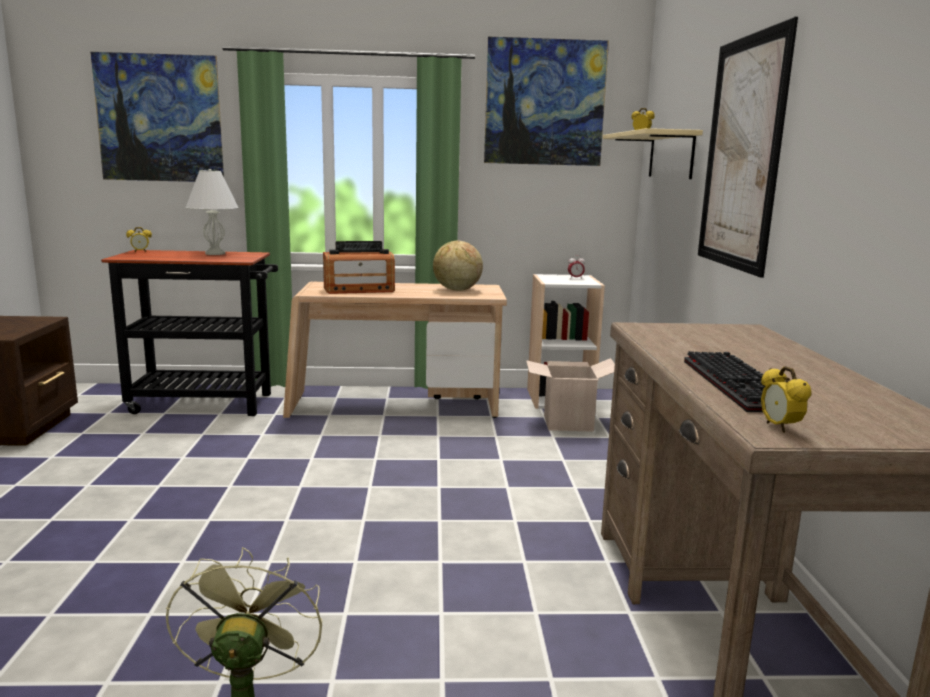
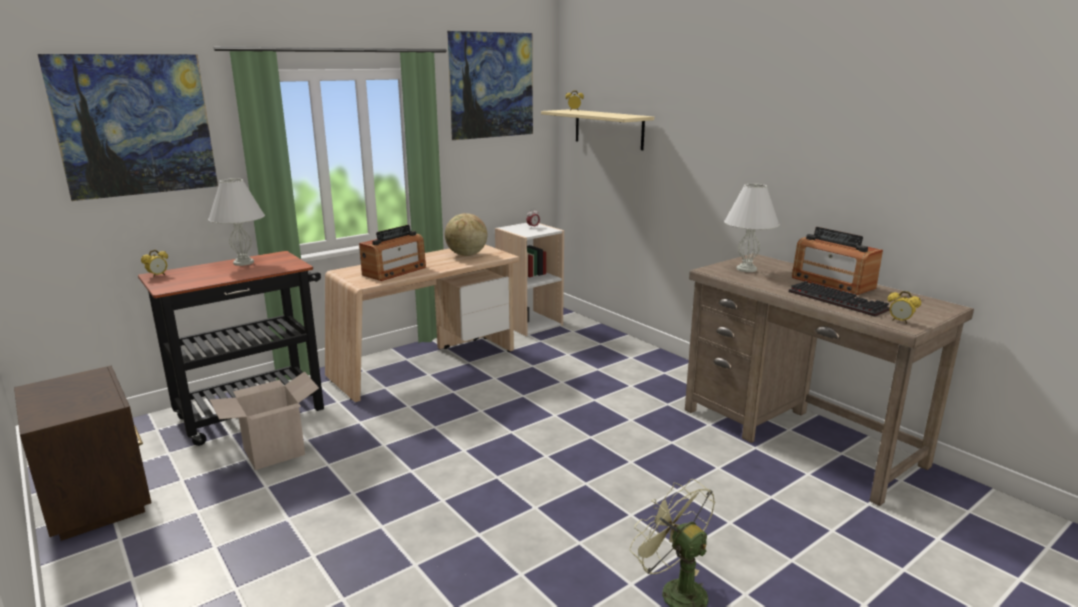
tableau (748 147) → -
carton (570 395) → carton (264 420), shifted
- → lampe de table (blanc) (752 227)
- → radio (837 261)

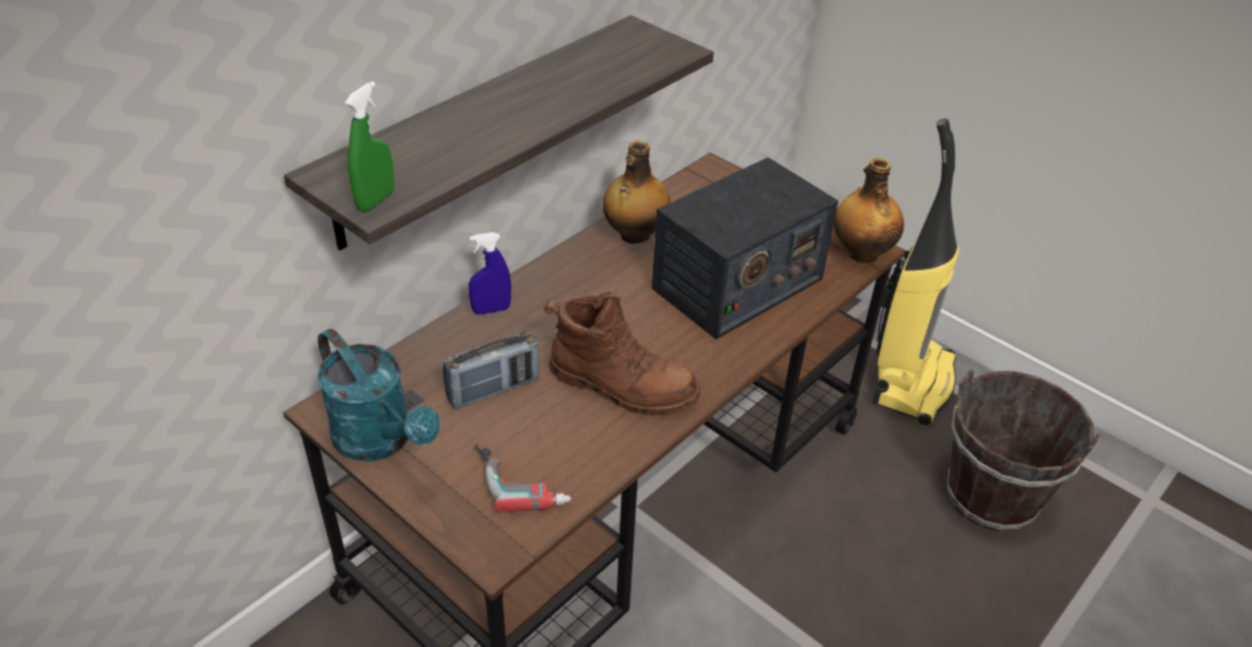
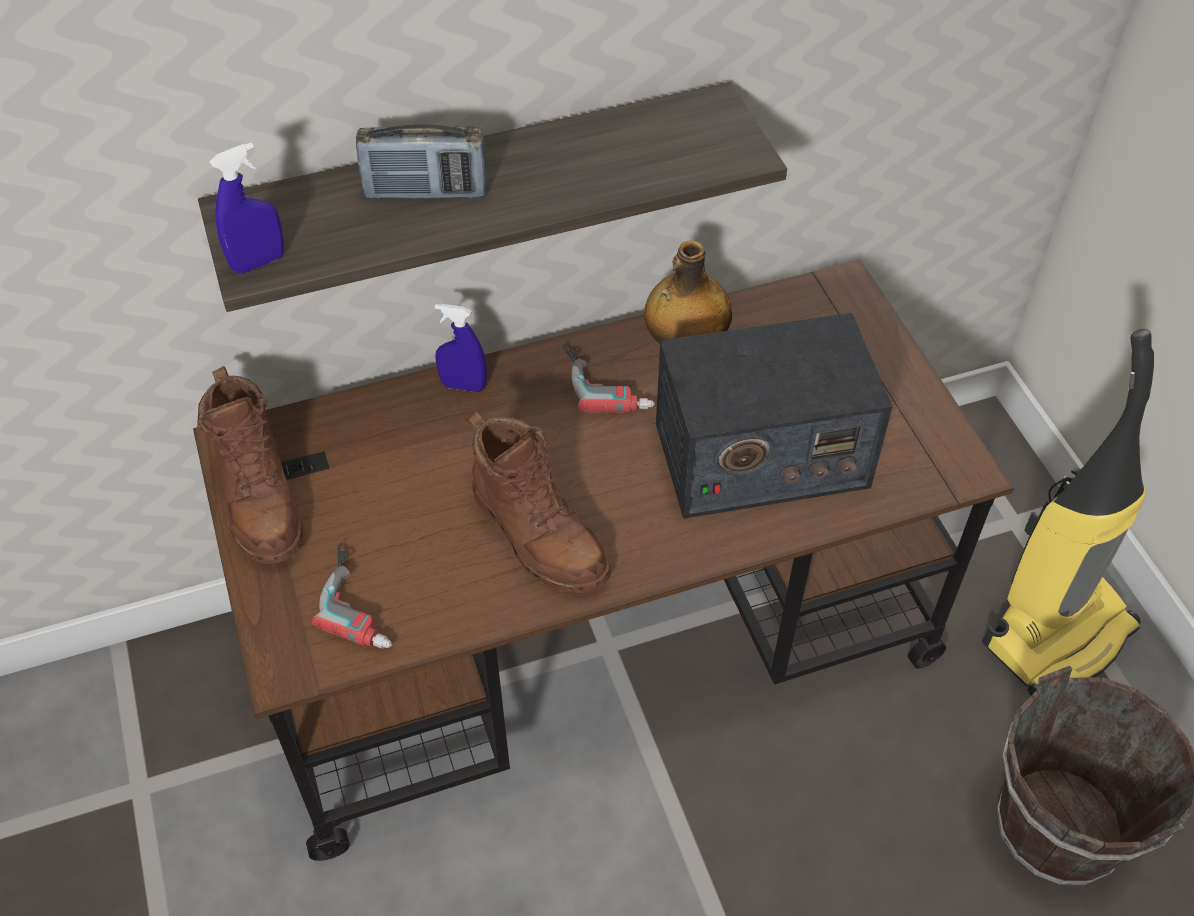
vaporisateur (vert) (369 146) → vaporisateur (bleu) (247 207)
bouteille (869 211) → -
arrosoir (turquoise) (378 395) → botte (marron) (250 465)
radio (491 370) → radio (421 161), shifted
- → perceuse (609 378)

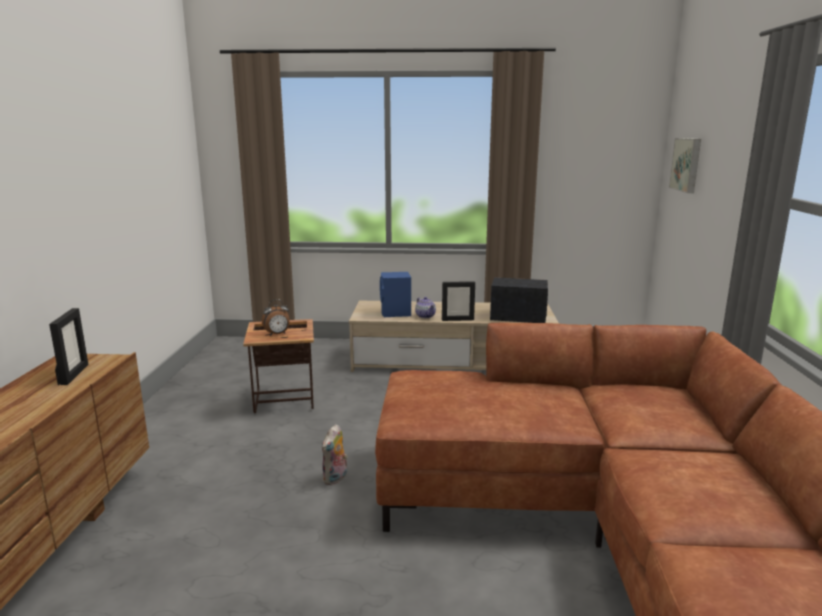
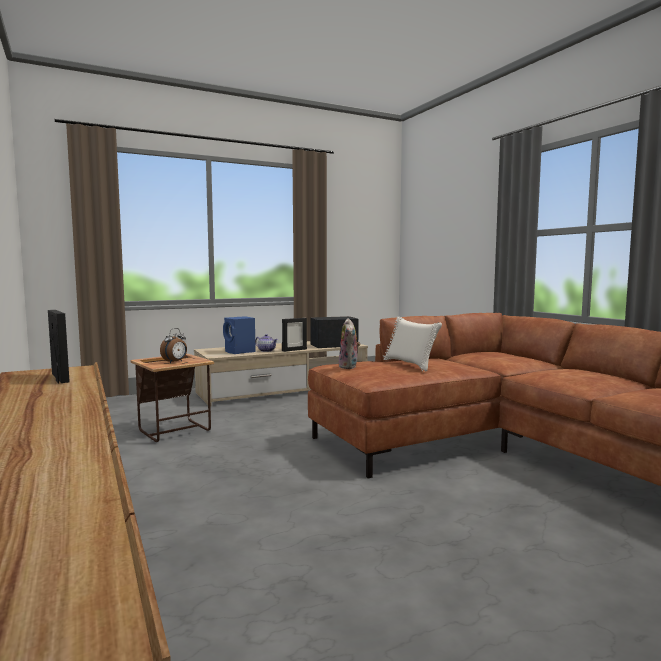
tableau (685 165) → -
peluche (335 454) → peluche (349 343), shifted
- → coussin (blanc) (412 343)

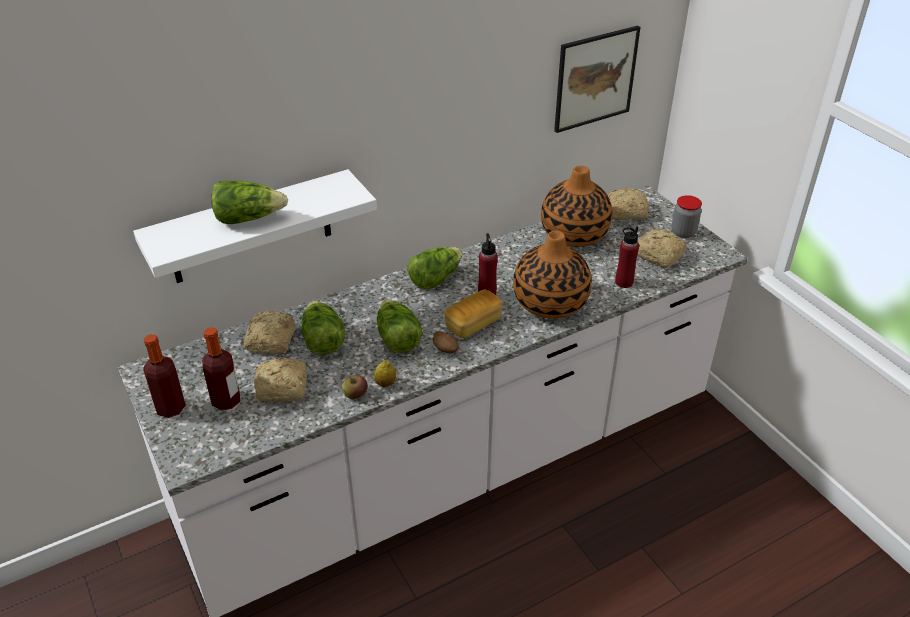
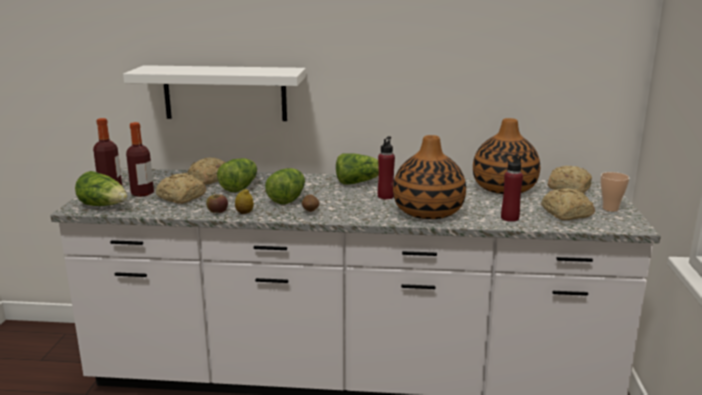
tableau (597 79) → -
laitue (249 202) → laitue (101 188), shifted
bocal (686 216) → tasse (615 191)
pain (473 313) → -

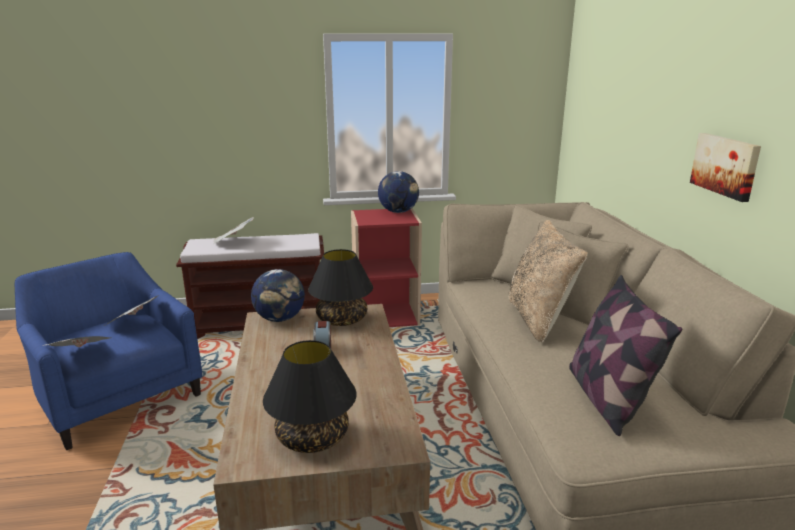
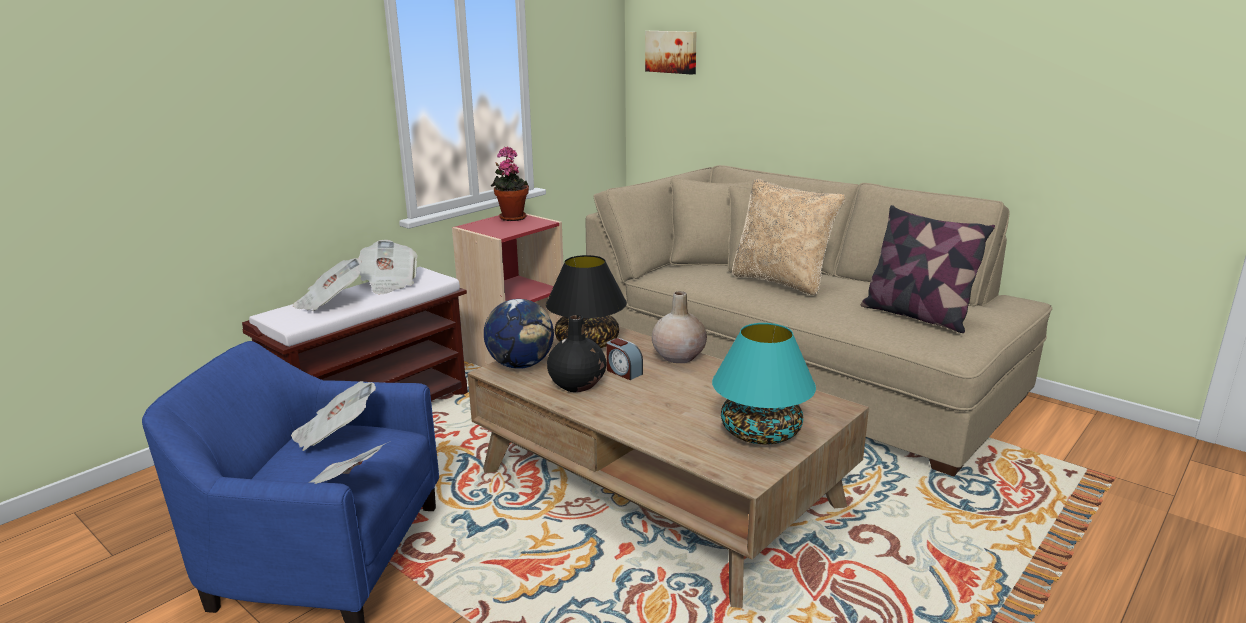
tableau (725 167) → tableau (671 53), shifted
globe (398 192) → plante en pot (510 183)
lampe de table (noir) (310 396) → lampe de table (turquoise) (764 383)
- → journal (388 267)
- → vase (beige) (679 327)
- → vase (noir) (576 353)

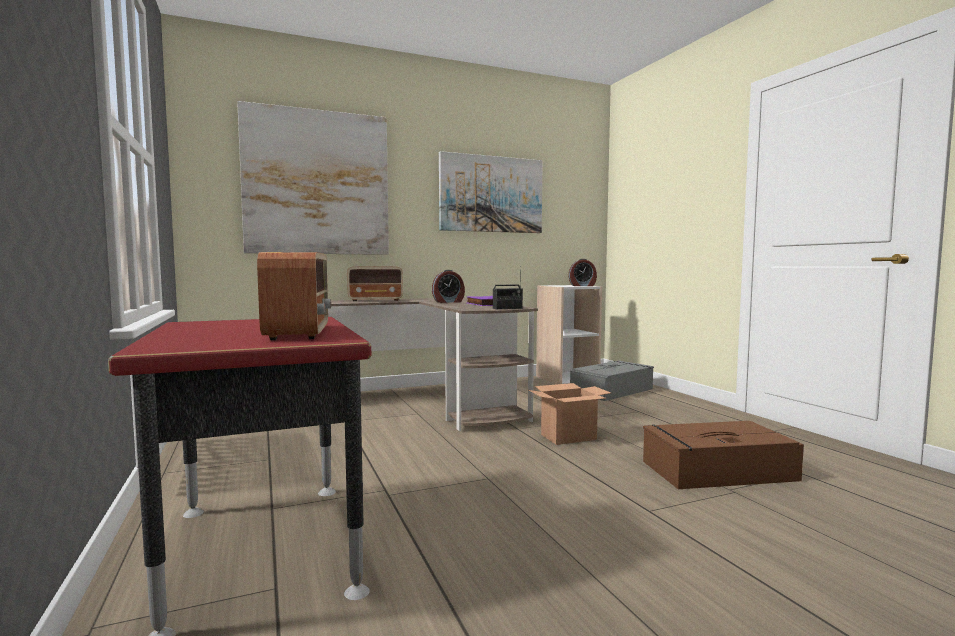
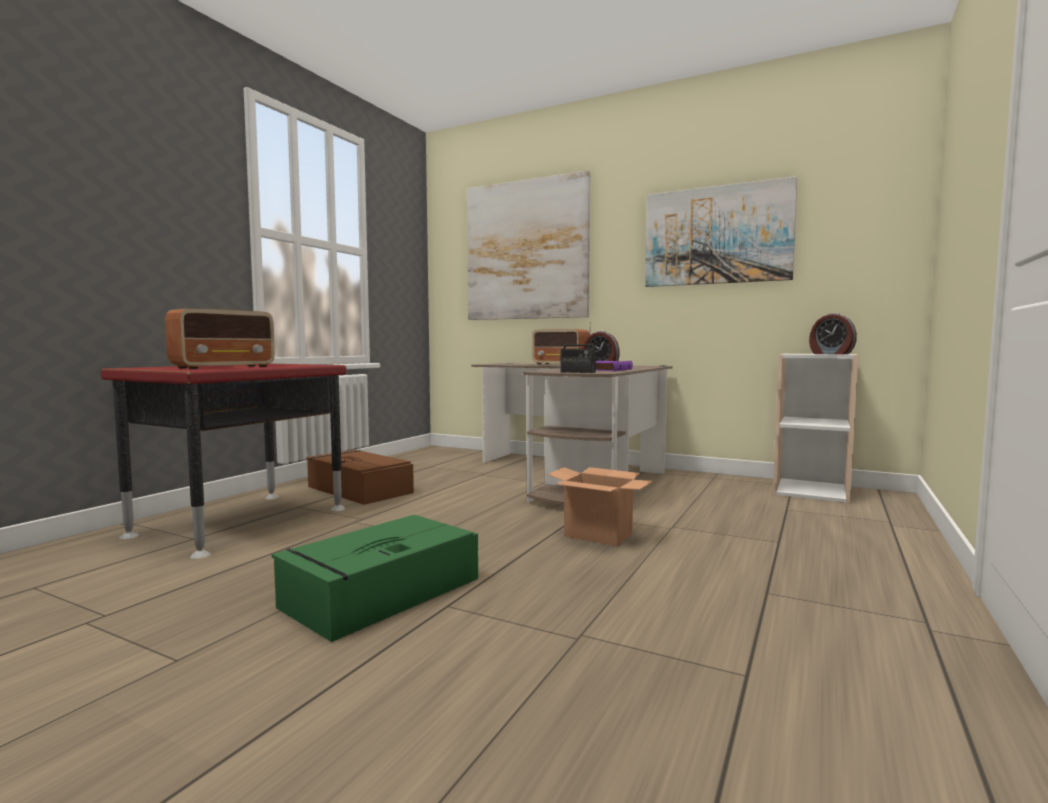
boîte de rangement (gris) (612 381) → -
boîte de rangement (marron) (723 455) → boîte de rangement (marron) (360 477), shifted
- → boîte de rangement (vert) (375 578)

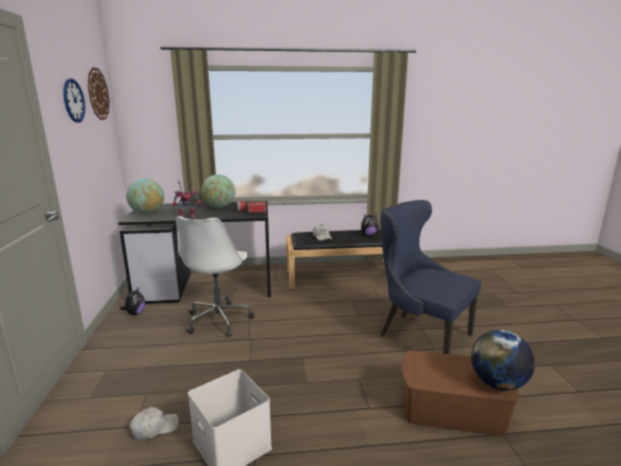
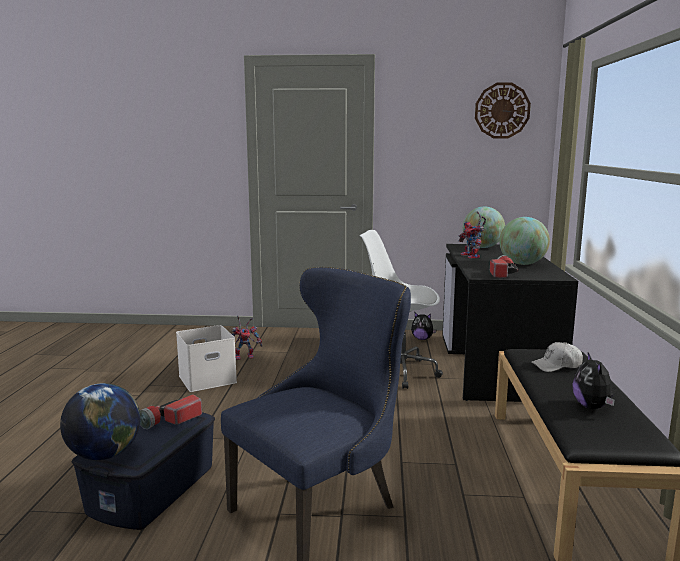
horloge murale (74 100) → -
boîte de rangement (marron) (460 393) → boîte de rangement (bleu) (143 471)
casquette (blanc) (154 423) → robot jouet (247 337)
- → lampe de poche (171 411)

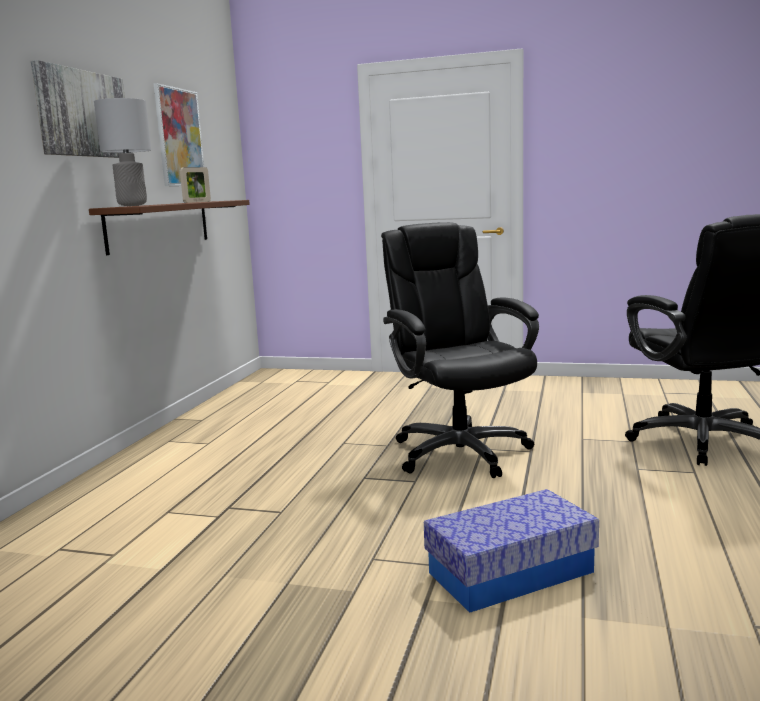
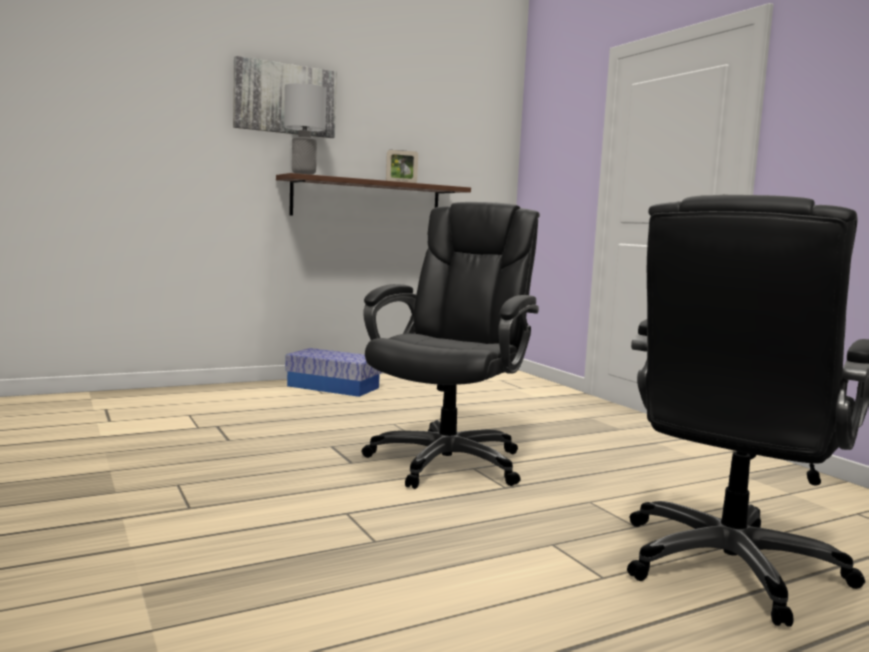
tableau (179 134) → -
boîte de rangement (511 551) → boîte de rangement (333 372), shifted

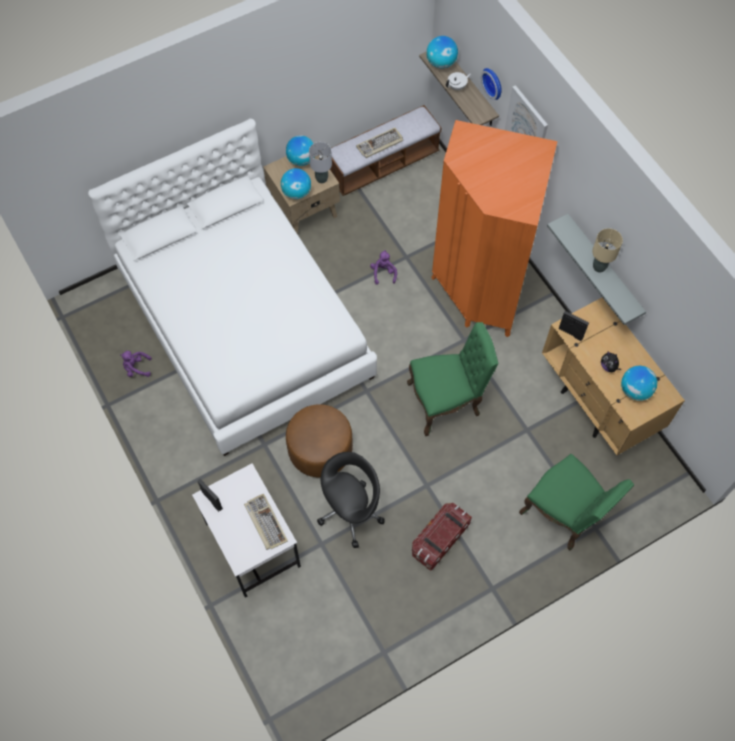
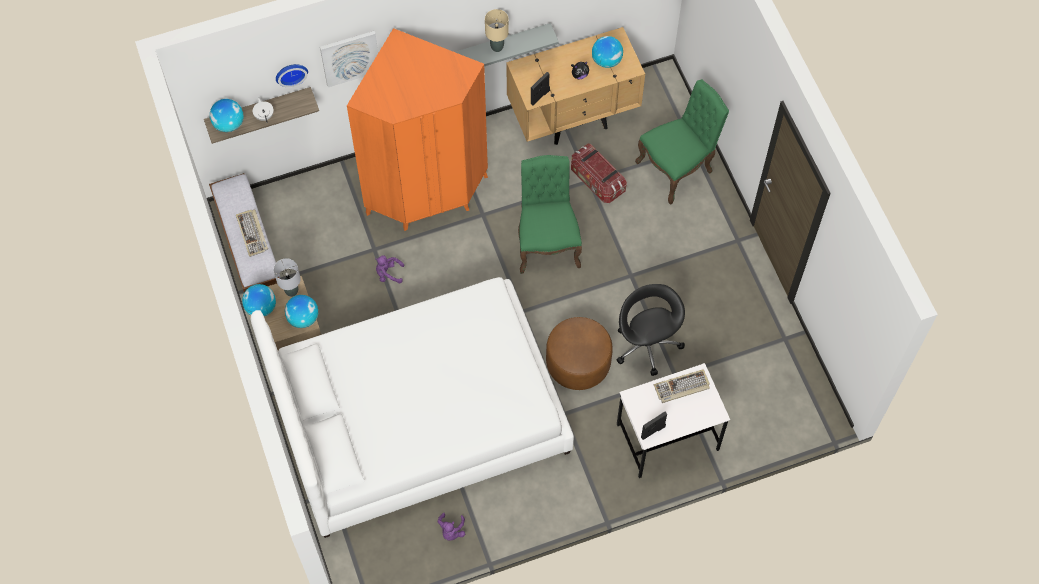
boîte de rangement (442 537) → boîte de rangement (599 173), shifted

